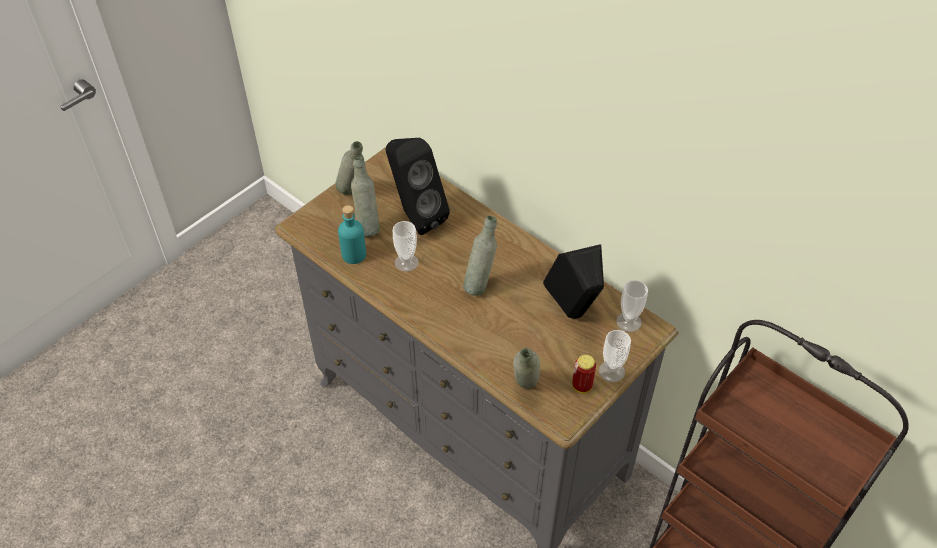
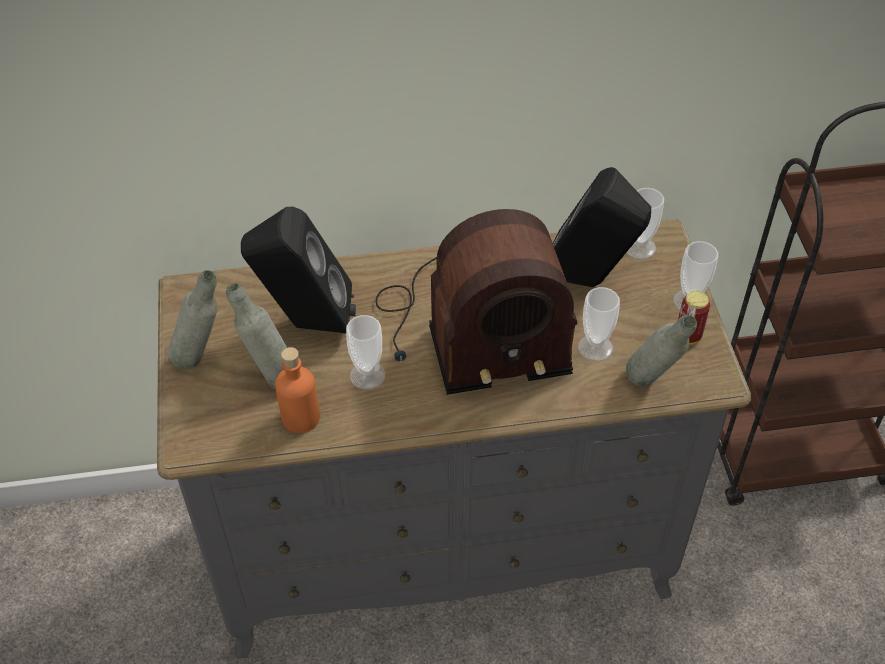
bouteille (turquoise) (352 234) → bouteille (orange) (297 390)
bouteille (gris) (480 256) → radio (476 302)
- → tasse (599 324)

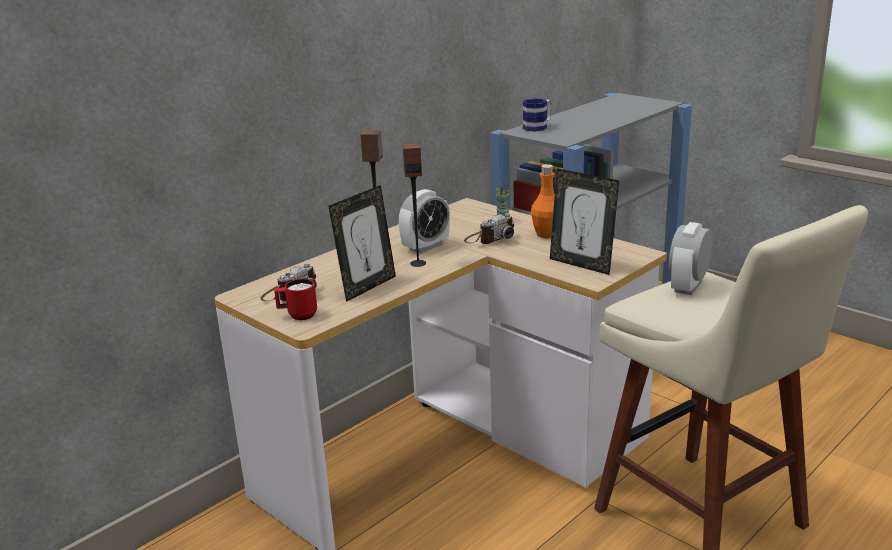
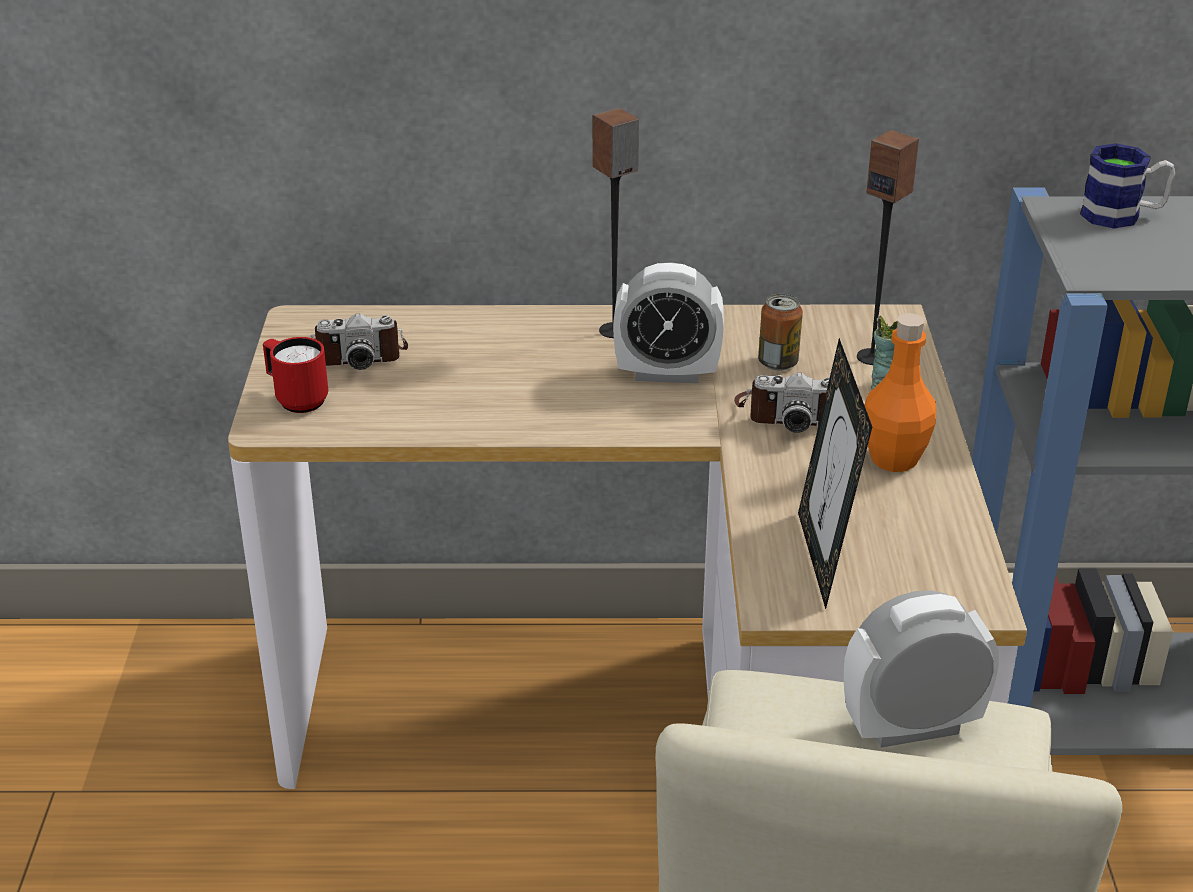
enceinte (414 205) → enceinte (888 247), shifted
cadre photo (362 243) → -
- → boîte métallique (780 332)

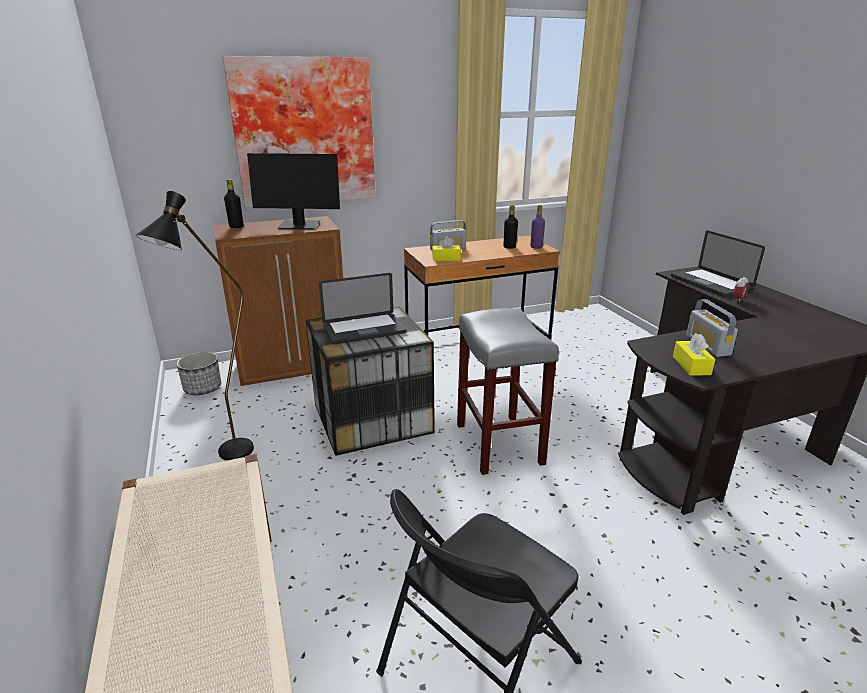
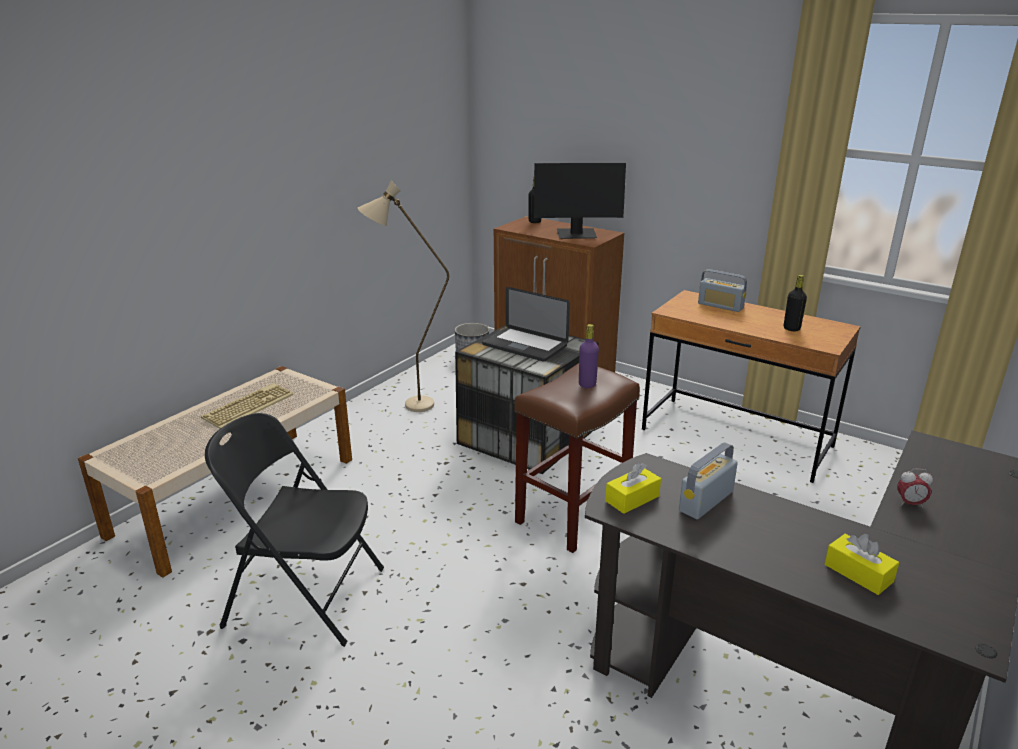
tableau (299 131) → -
écran d'ordinateur (293 191) → écran d'ordinateur (580 201), 60 degrees counterclockwise
lampadaire (noir) (194 326) → lampadaire (beige) (403 296)
bouteille (violet) (538 227) → bouteille (violet) (589 356), shifted
ordinateur portable (718 264) → -
boîte à mouchoirs (jaune) (446 248) → boîte à mouchoirs (jaune) (862 564), shifted
tabouret (gris) (508 391) → tabouret (marron) (577 458)
- → clavier (247 406)

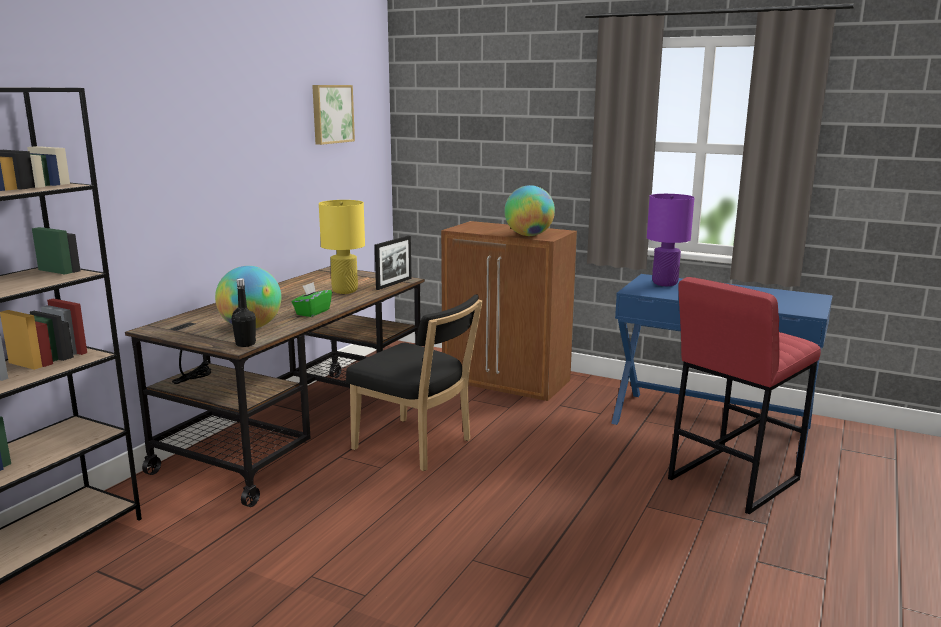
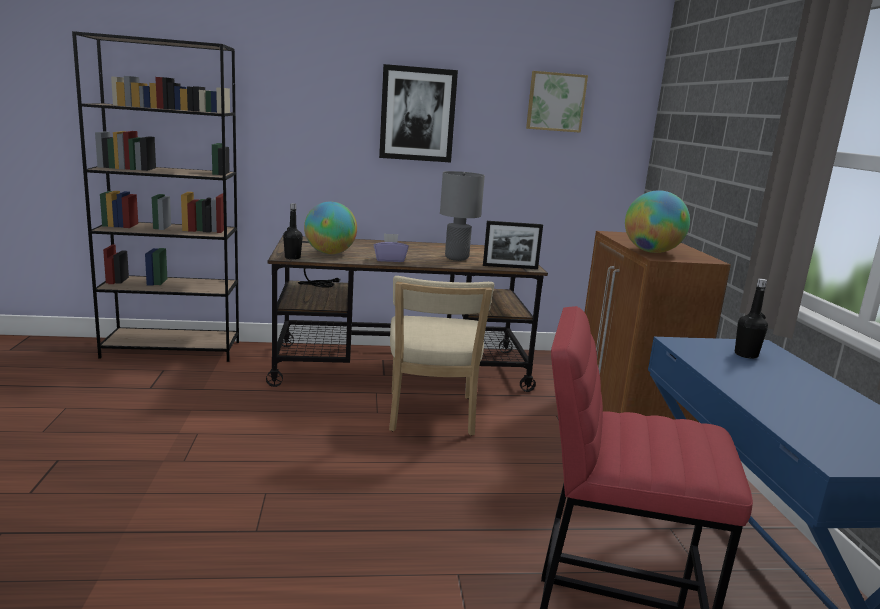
lampe de table (violet) (671 240) → bouteille (noir) (751 318)
lampe de table (jaune) (342 247) → lampe de table (gris) (462 216)
boîte à mouchoirs (vert) (312 299) → boîte à mouchoirs (violet) (391 247)
chaise (noir) (414 382) → chaise (beige) (441 356)
- → tableau (418 113)

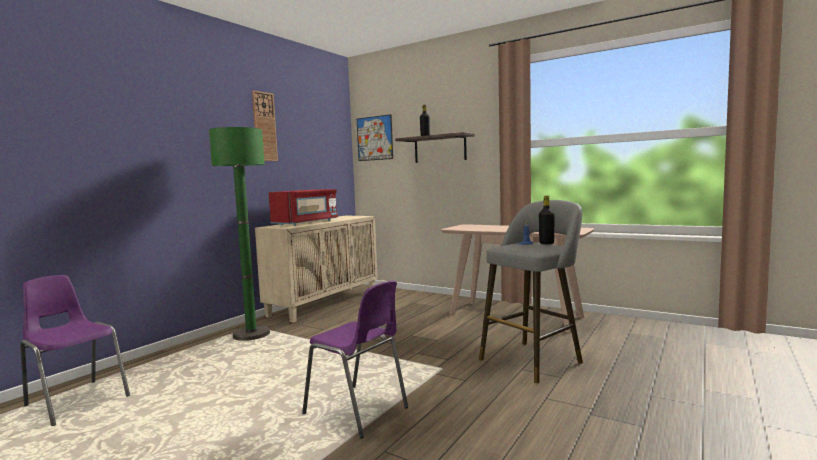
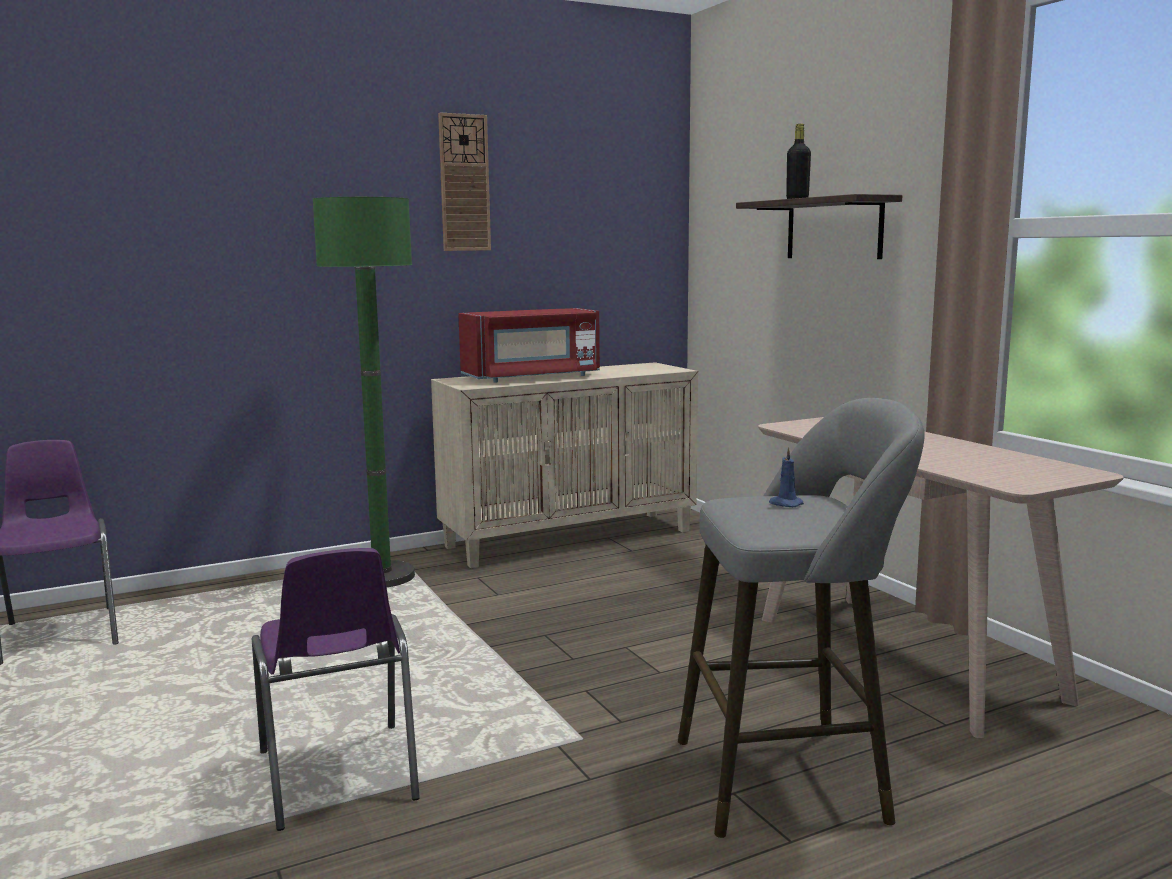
tableau (375 137) → -
bouteille (noir) (547 220) → -

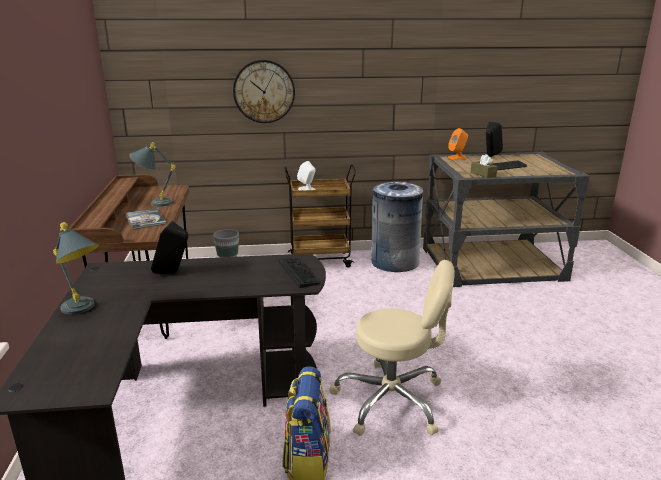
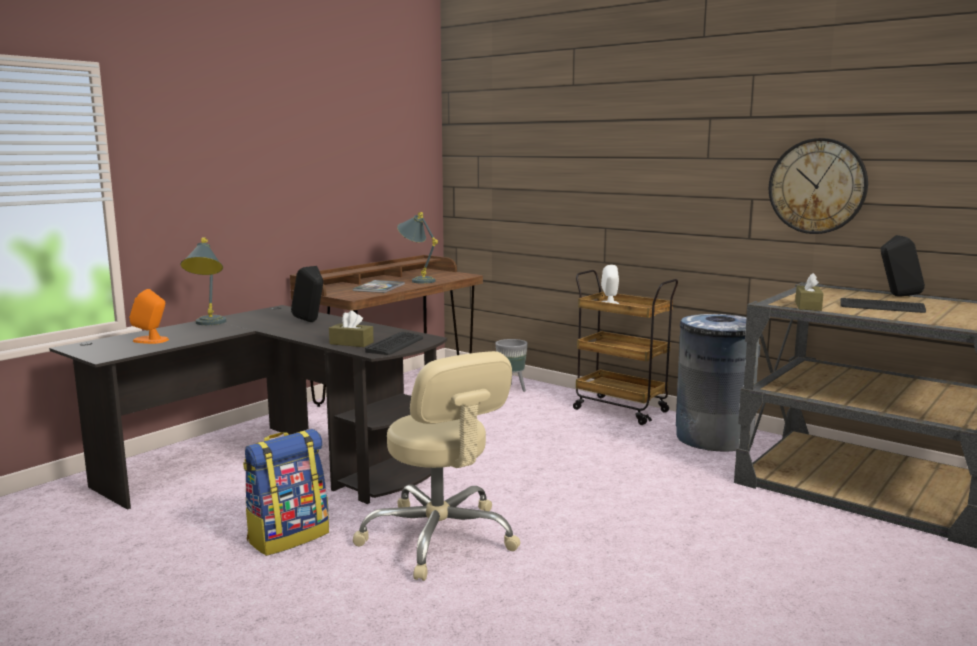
horloge murale (264 91) → horloge murale (818 186), shifted
enceinte (orange) (458 144) → enceinte (orange) (149 316), shifted
- → boîte à mouchoirs (marron) (351 328)

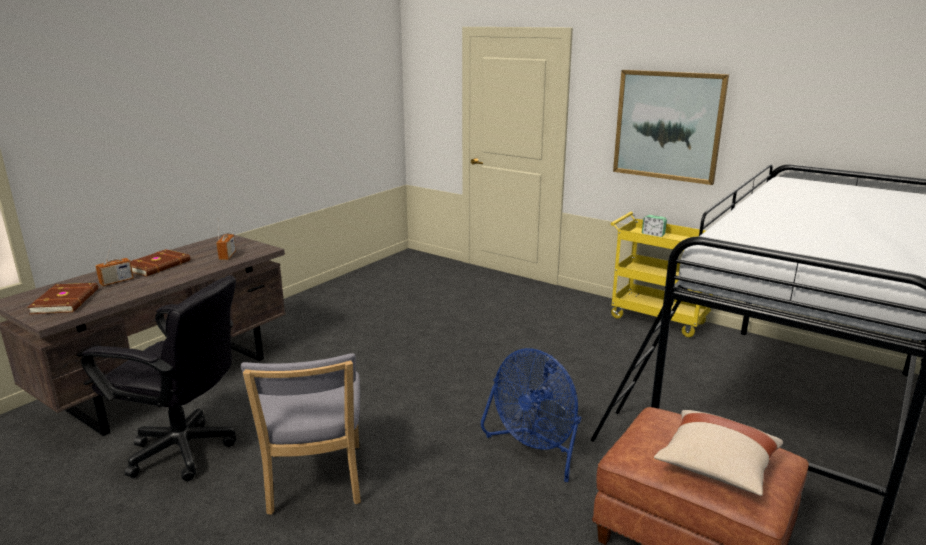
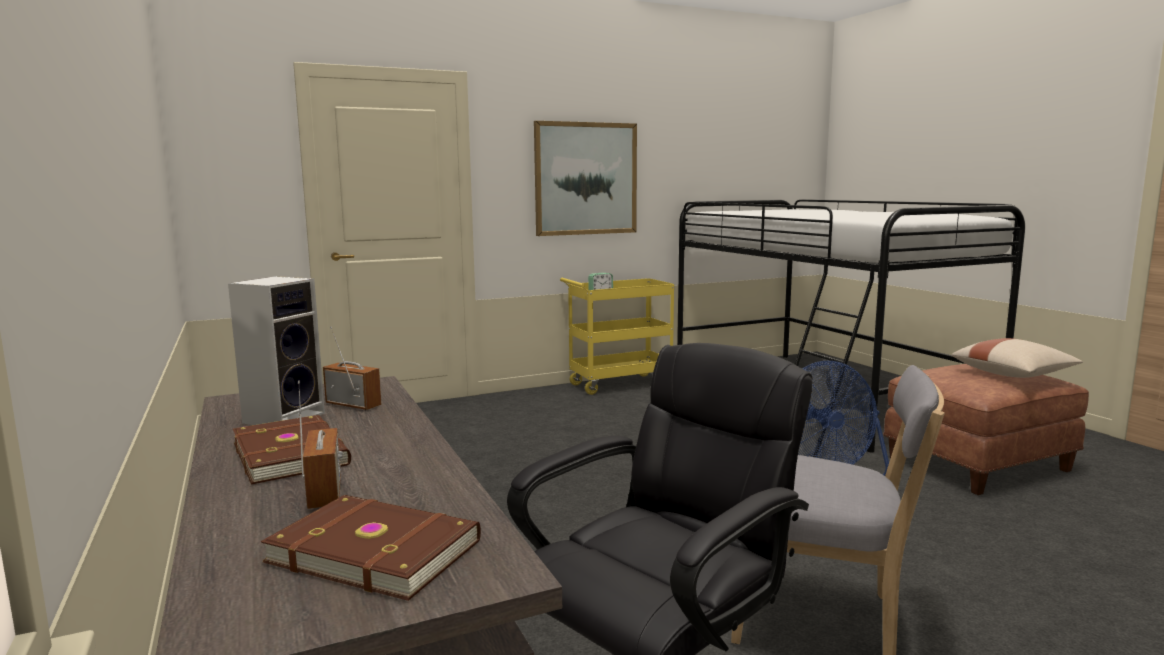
- → enceinte (276 350)

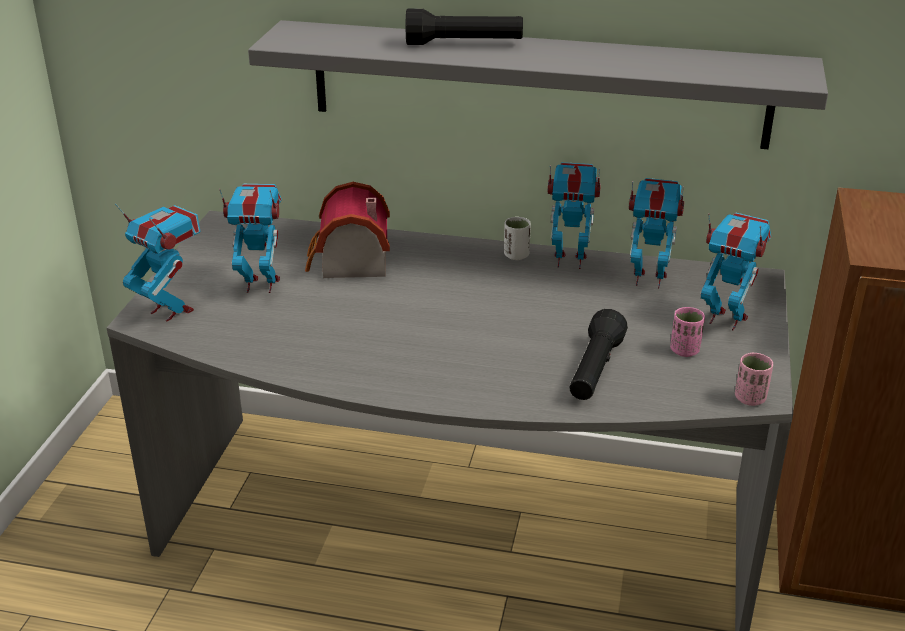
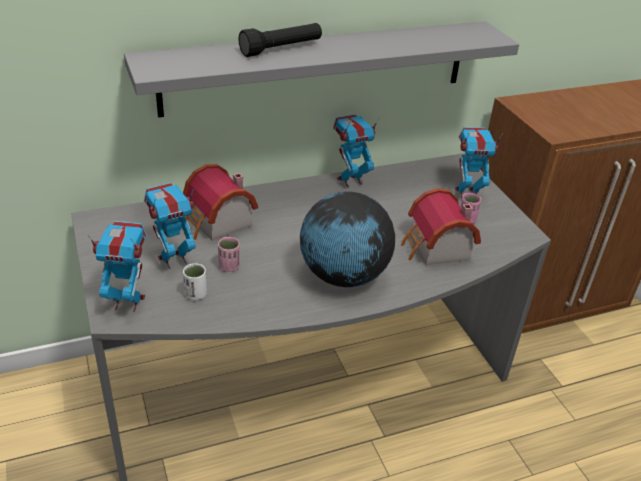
robot jouet (656 233) → -
tasse (blanc) (517 238) → tasse (blanc) (195 281), shifted
lampe de poche (noir) (598 354) → maison miniature (441 226)
tasse (rose) (754 379) → tasse (rose) (229 254), shifted
- → globe (347 239)

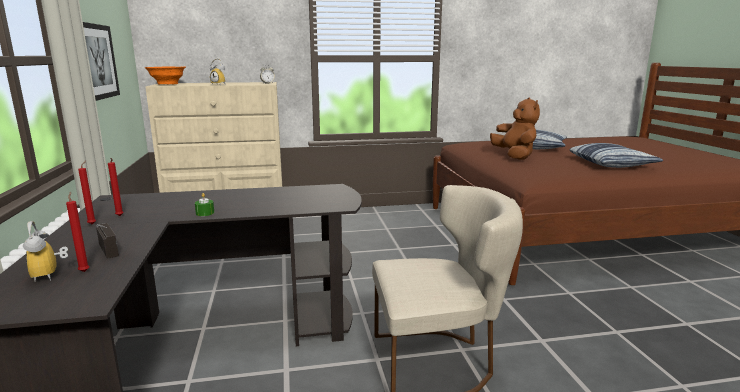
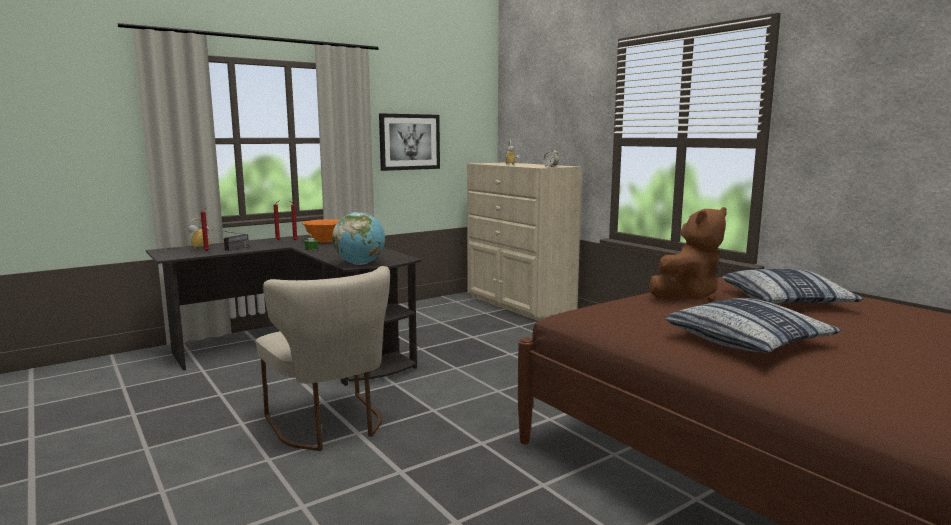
bol (orange) (165 75) → bol (orange) (320 230), shifted
- → globe (358 238)

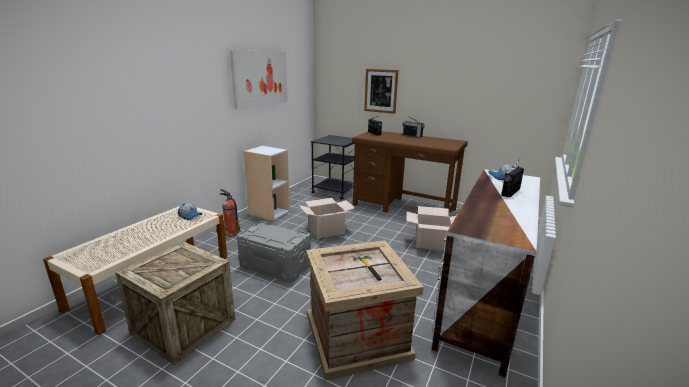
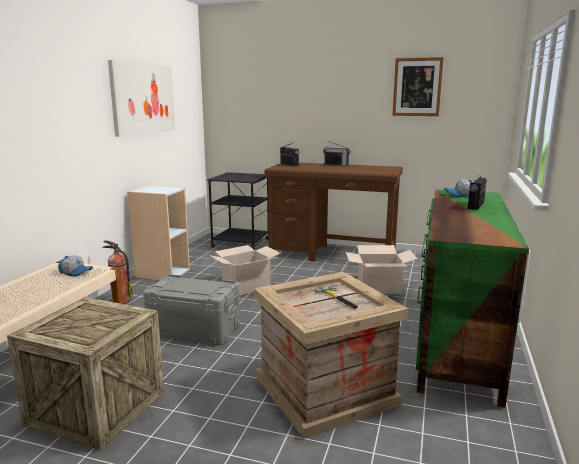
tableau (381 91) → tableau (418 86), shifted
meuble de rangement (blanc) (486 273) → meuble de rangement (vert) (472 298)

